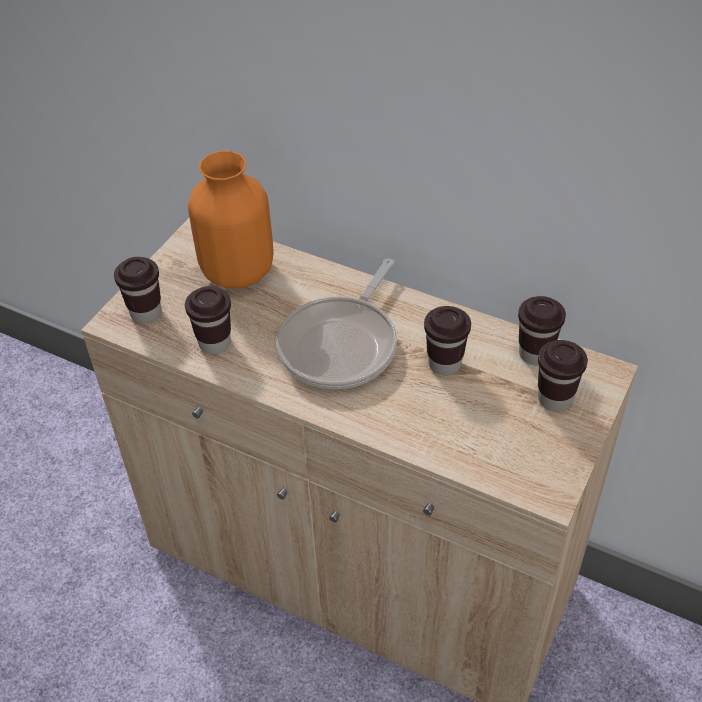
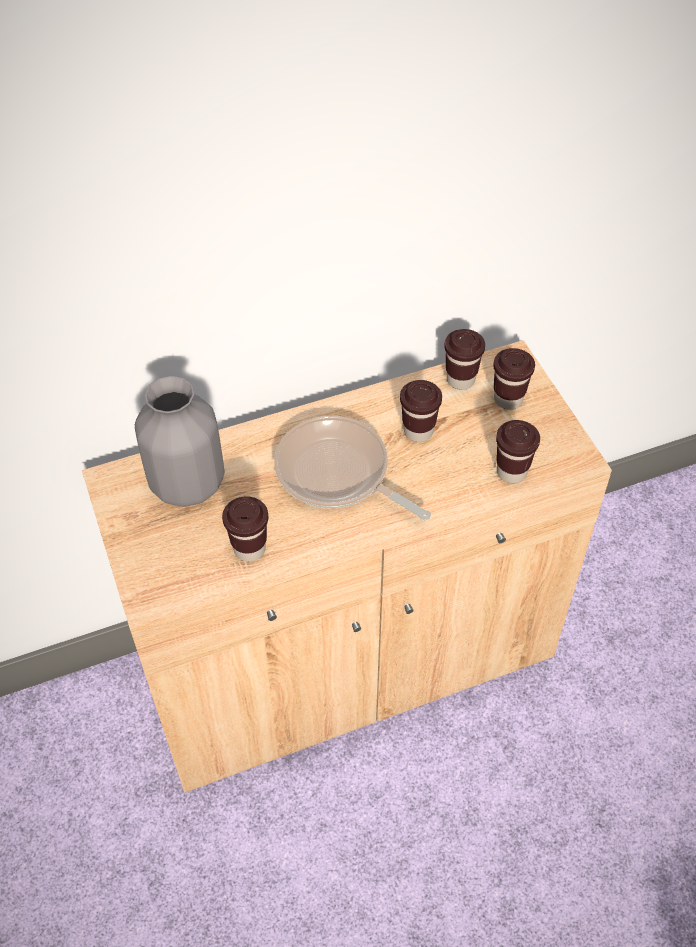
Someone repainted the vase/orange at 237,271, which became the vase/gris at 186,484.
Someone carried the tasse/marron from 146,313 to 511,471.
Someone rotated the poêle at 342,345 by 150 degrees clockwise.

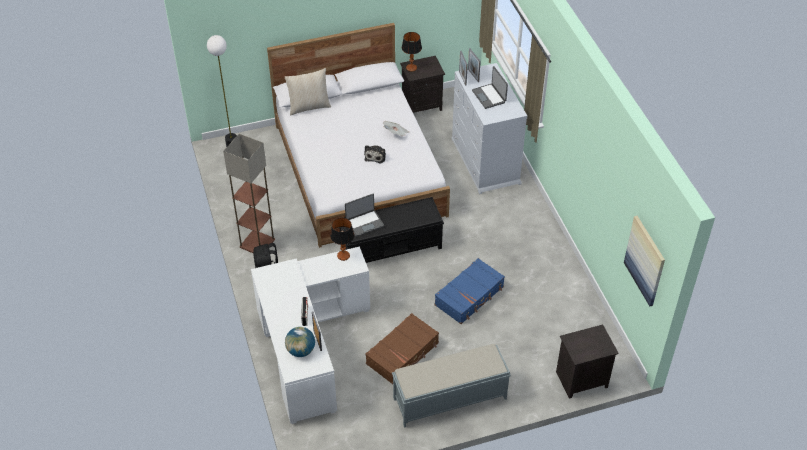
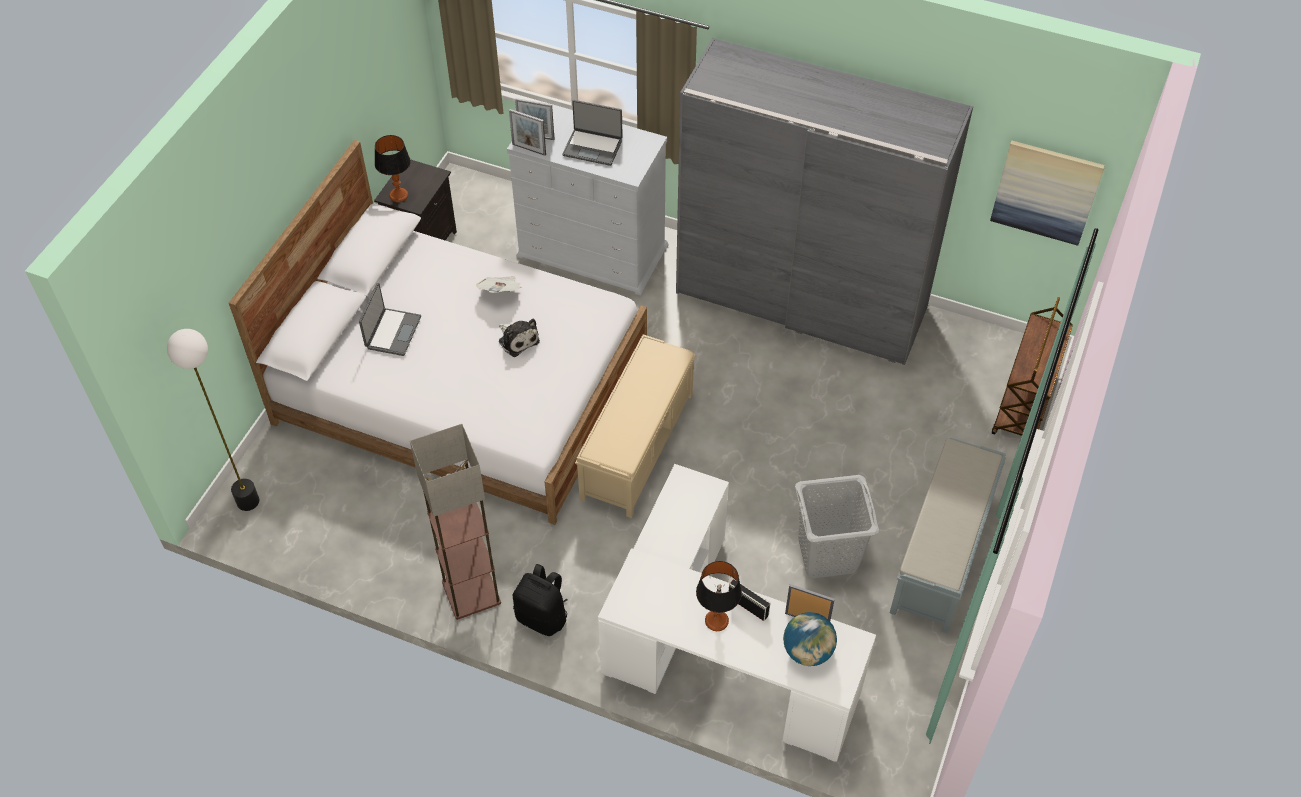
Someone took away the coussin/beige at 309,106.
Someone carried the ordinateur portable from 364,223 to 392,332.
Someone repainted the banc/noir at 392,247, which became the banc/beige at 638,445.
Someone carried the lampe de table from 343,256 to 717,621.
Someone took away the valise/bleu at 469,296.
Someone swapped the valise/marron at 403,354 for the panier à linge/gris at 827,554.
Someone swapped the table de chevet/noir at 581,380 for the chariot/marron at 1024,405.
Someone put down the armoire/gris at 801,301.

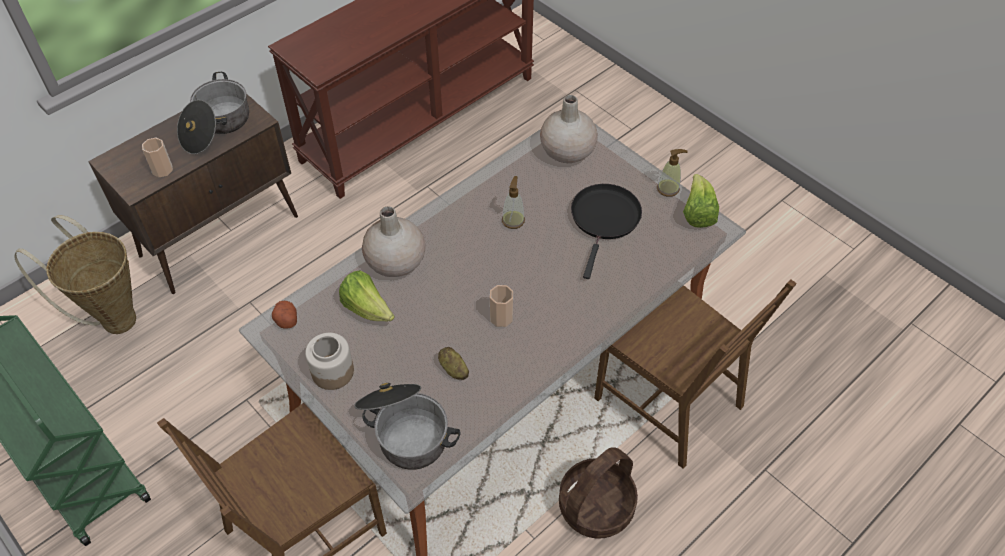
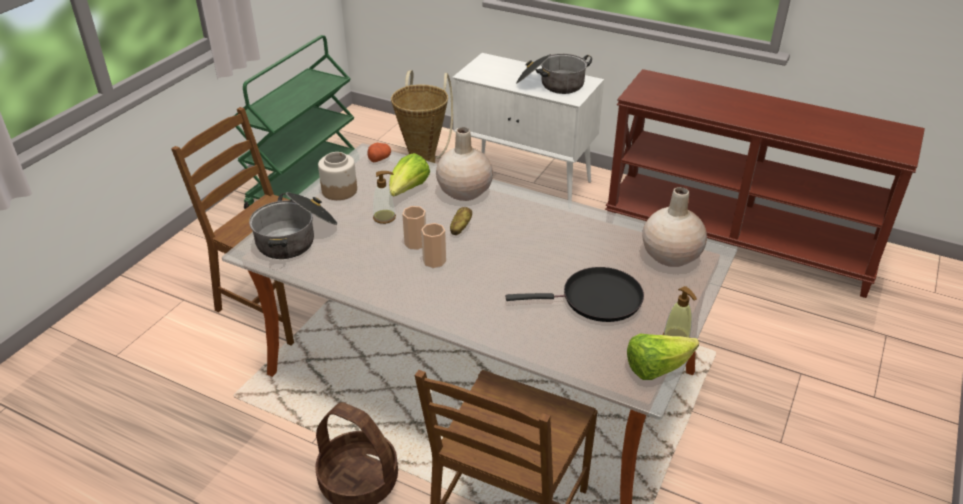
Someone repainted the meuble de rangement/marron at 221,235, which became the meuble de rangement/blanc at 525,180.
Someone carried the tasse from 162,170 to 415,243.
Someone carried the distributeur de savon from 513,220 to 384,217.
Someone carried the pomme de terre from 453,369 to 460,228.

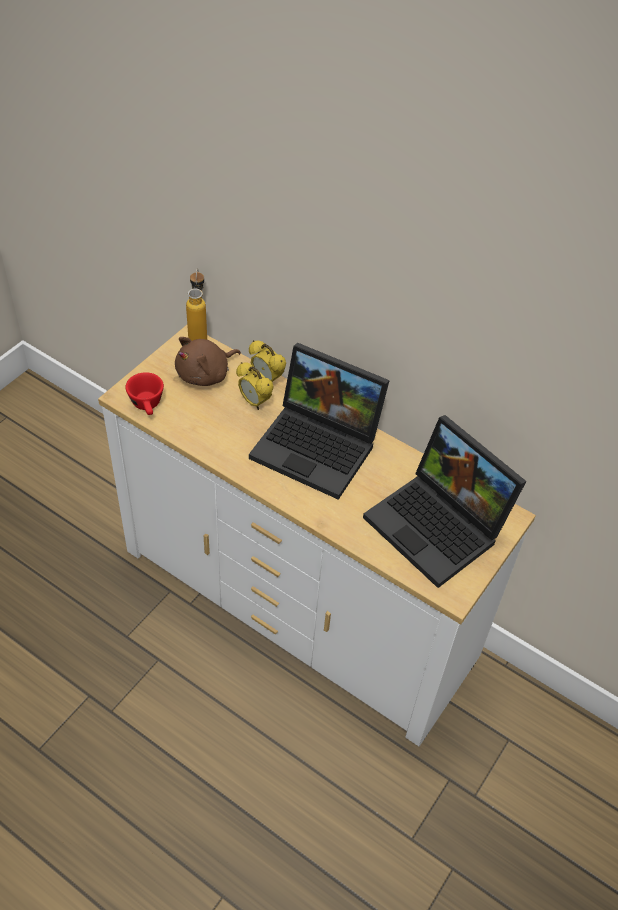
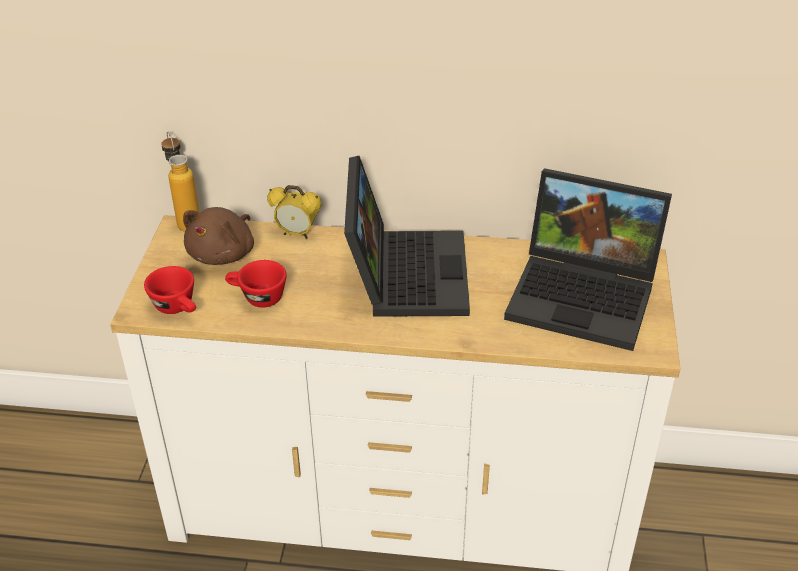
Someone rotated the ordinateur portable at 319,446 by 90 degrees counterclockwise.
Someone took away the réveil at 254,402.
Someone put down the tasse/rouge at 257,297.

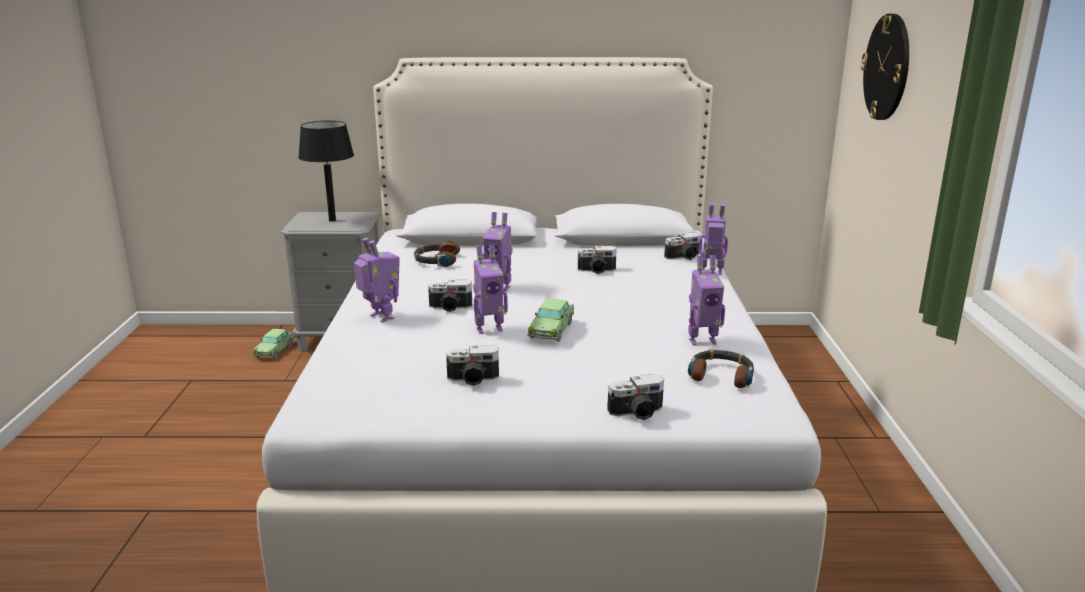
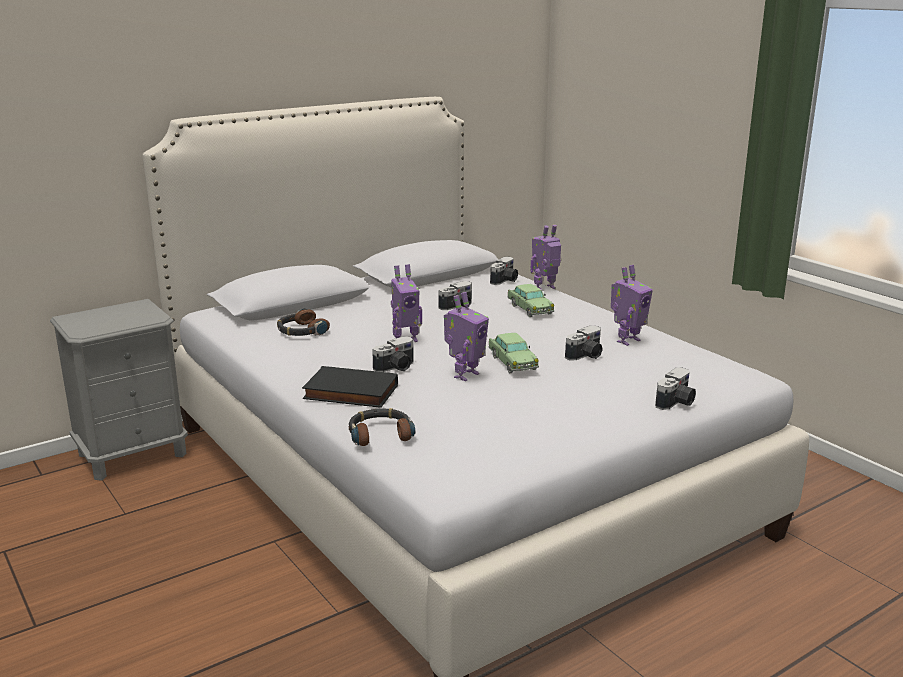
Someone took away the horloge murale at 887,67.
Someone took away the lampe de table/noir at 332,220.
Someone swapped the robot jouet at 380,317 for the livre/noir at 349,393.
Someone carried the petite voiture from 275,350 to 530,309.
Someone carried the appareil photo from 473,379 to 586,356.
Someone carried the casque audio from 721,375 to 380,434.

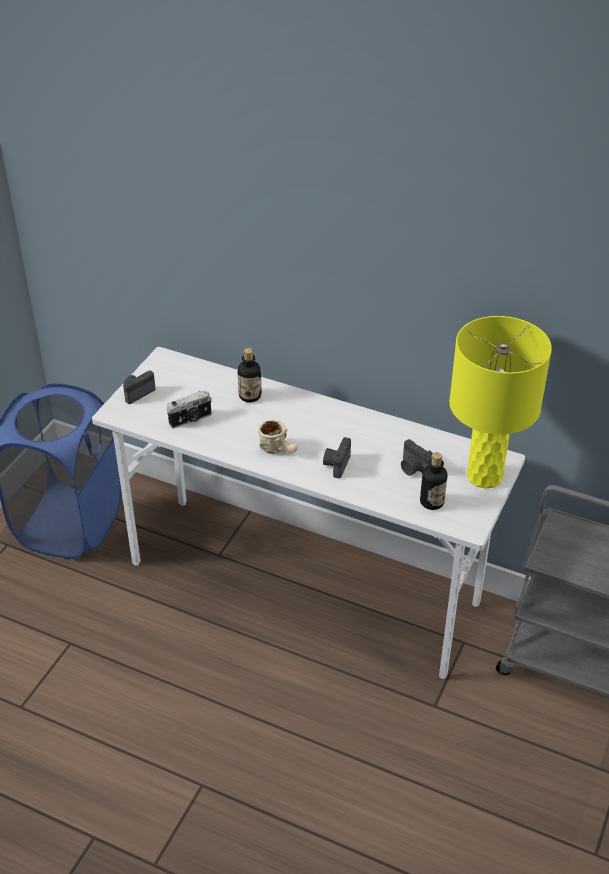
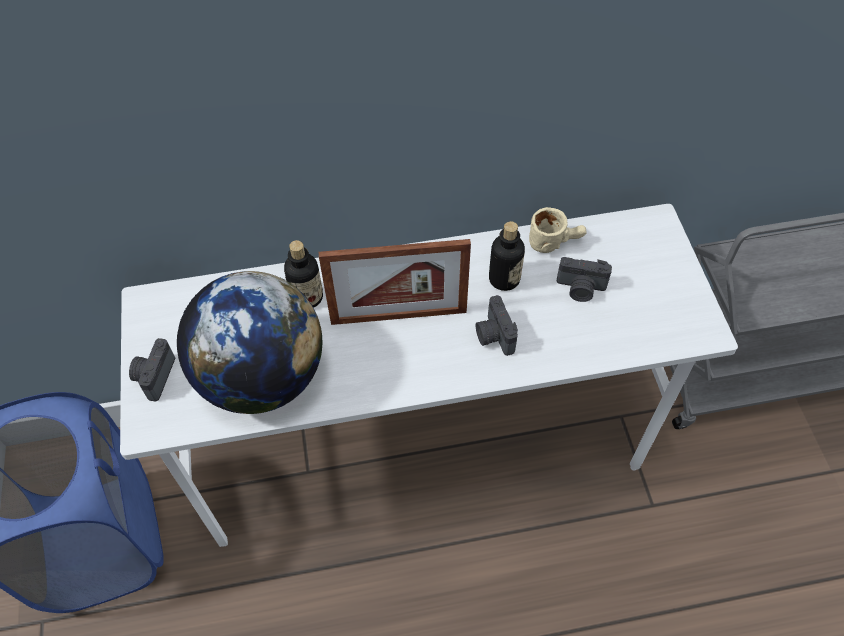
Someone took away the lampe de table/jaune at 484,476.
Someone swapped the appareil photo at 191,420 for the globe at 262,376.
Someone carried the mug/beige from 279,450 to 555,241.
Someone carried the bouteille from 432,502 to 504,279.
Someone put down the cadre photo at 398,316.

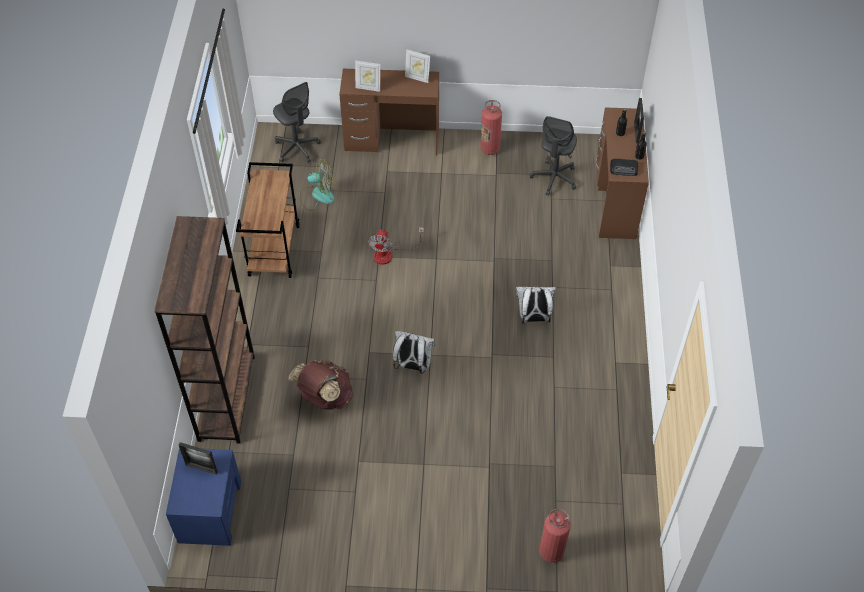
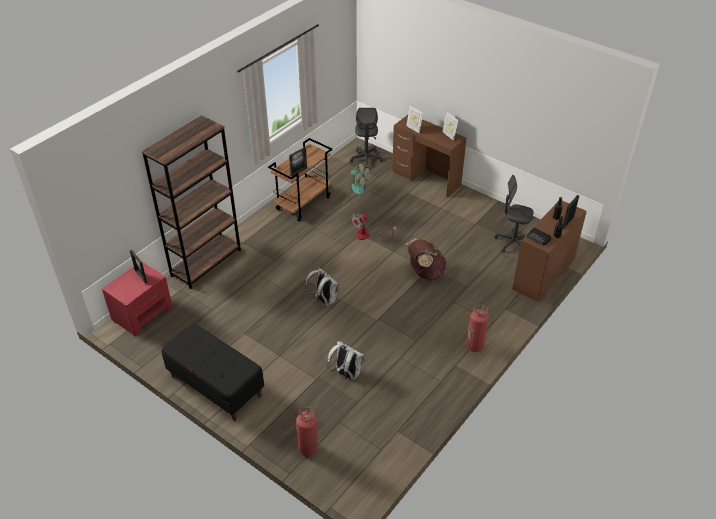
Someone carried the extincteur from 490,149 to 474,346.
Someone rotated the chaise de bureau/gris at 554,178 by 60 degrees clockwise.
Someone carried the sac à dos/blanc from 533,318 to 346,374.
Someone carried the sac à dos/marron from 324,398 to 425,272.
Someone repainted the table de chevet/bleu at 210,510, which became the table de chevet/rouge at 142,313.
Someone put down the cadre photo at 298,172.
Someone put down the banc/noir at 215,386.

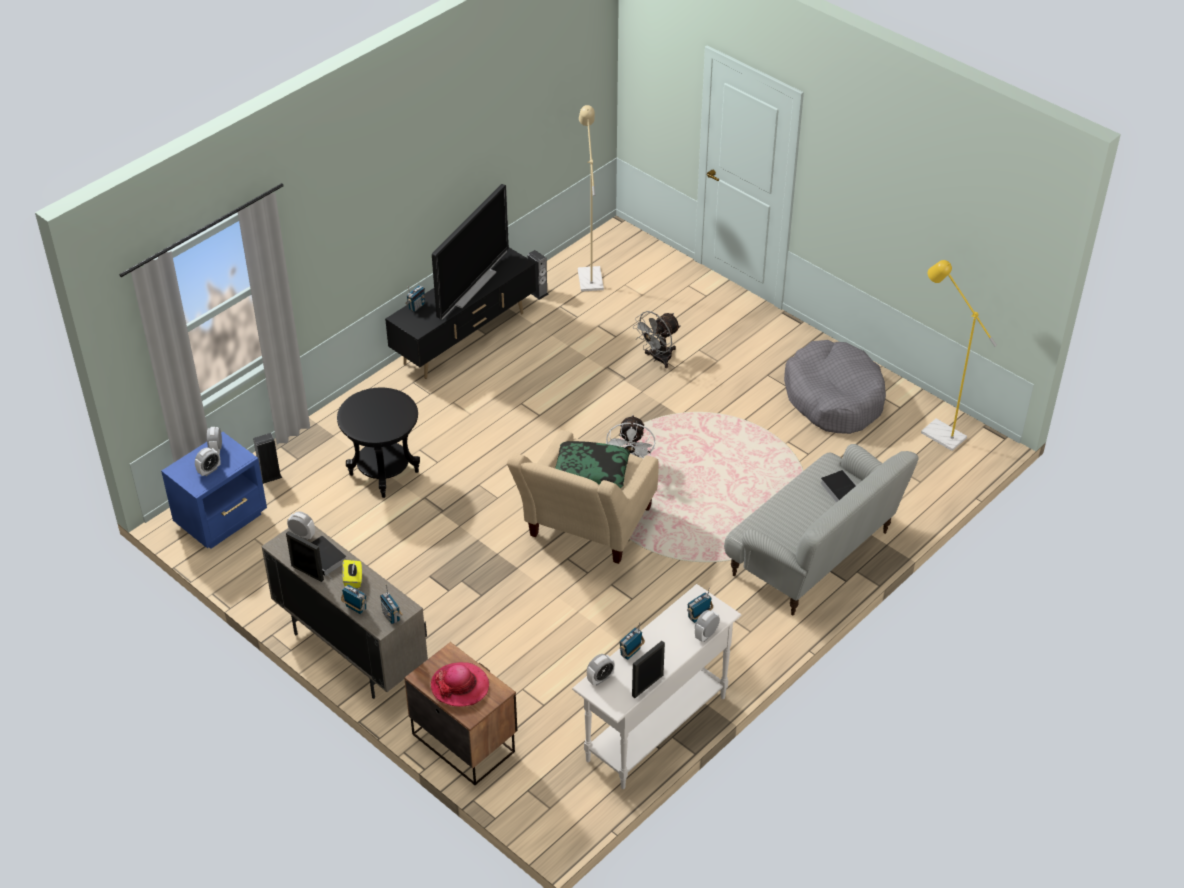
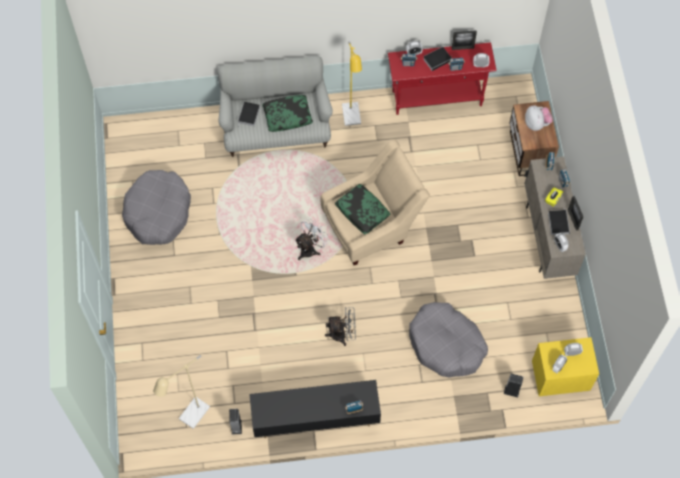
Someone took away the téléviseur at 470,287.
Someone carried the lampadaire/jaune from 937,432 to 352,118.
Someone carried the ventilateur/gris from 657,359 to 342,335.
Someone swapped the table d'appoint/noir at 384,473 for the panier pour chien/gris at 446,344.
Someone repainted the table de chevet/bleu at 223,520, which became the table de chevet/jaune at 559,376.
Someone repainted the table console/blanc at 655,728, which became the table console/rouge at 437,98.
Someone swapped the chapeau at 460,686 for the peluche at 536,124.
Someone put down the livre at 438,59.
Someone put down the coussin at 287,116.

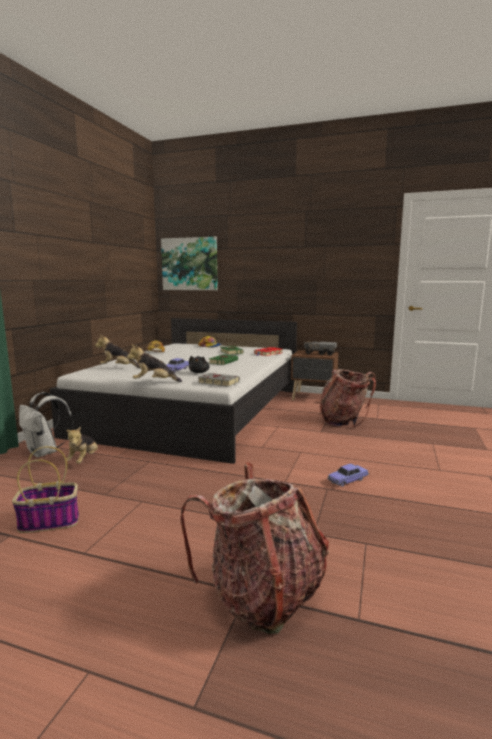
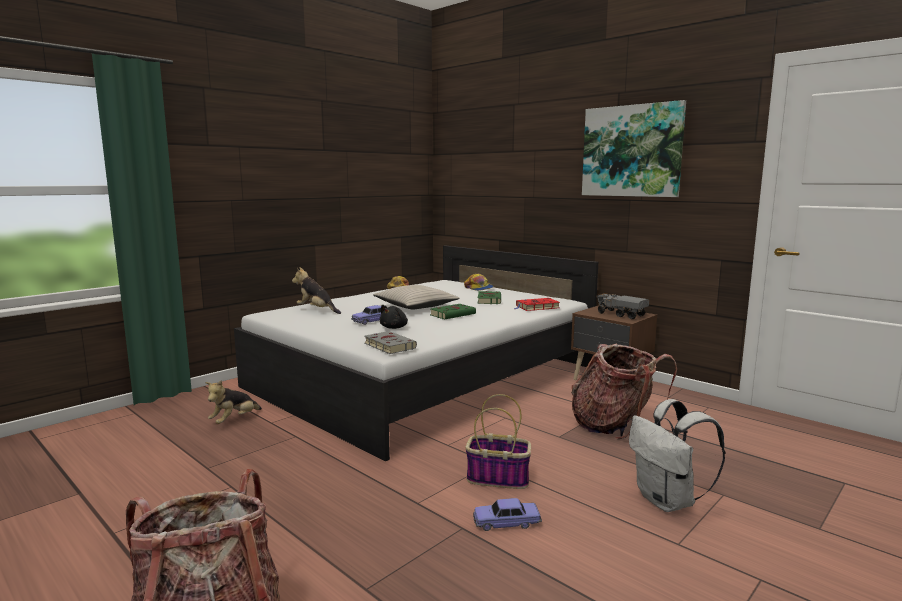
Someone carried the tableau from 189,264 to 631,151.
Someone took away the peluche at 154,382.
Someone carried the sac à dos/blanc from 45,452 to 668,501.
Someone carried the panier from 50,522 to 499,478.
Someone put down the coussin/beige at 415,306.

